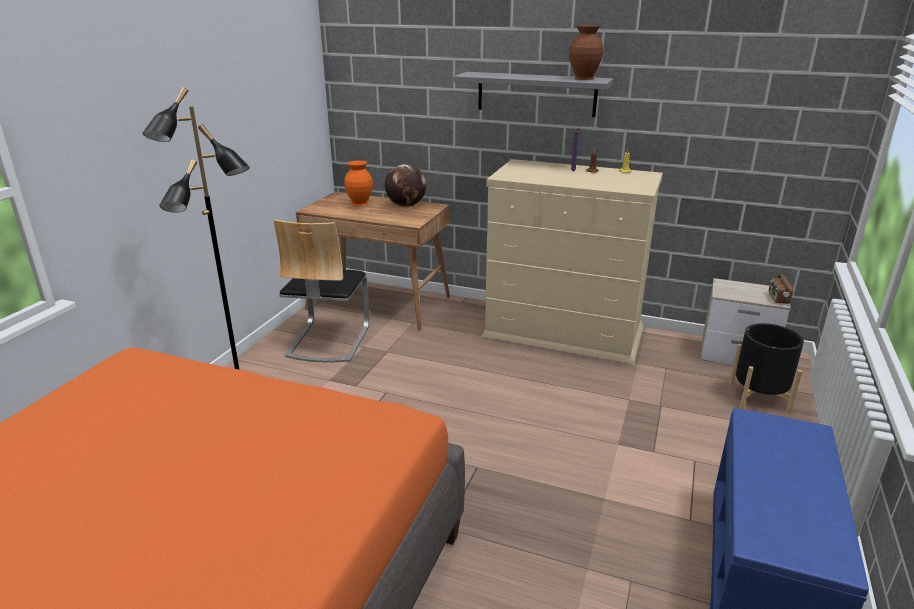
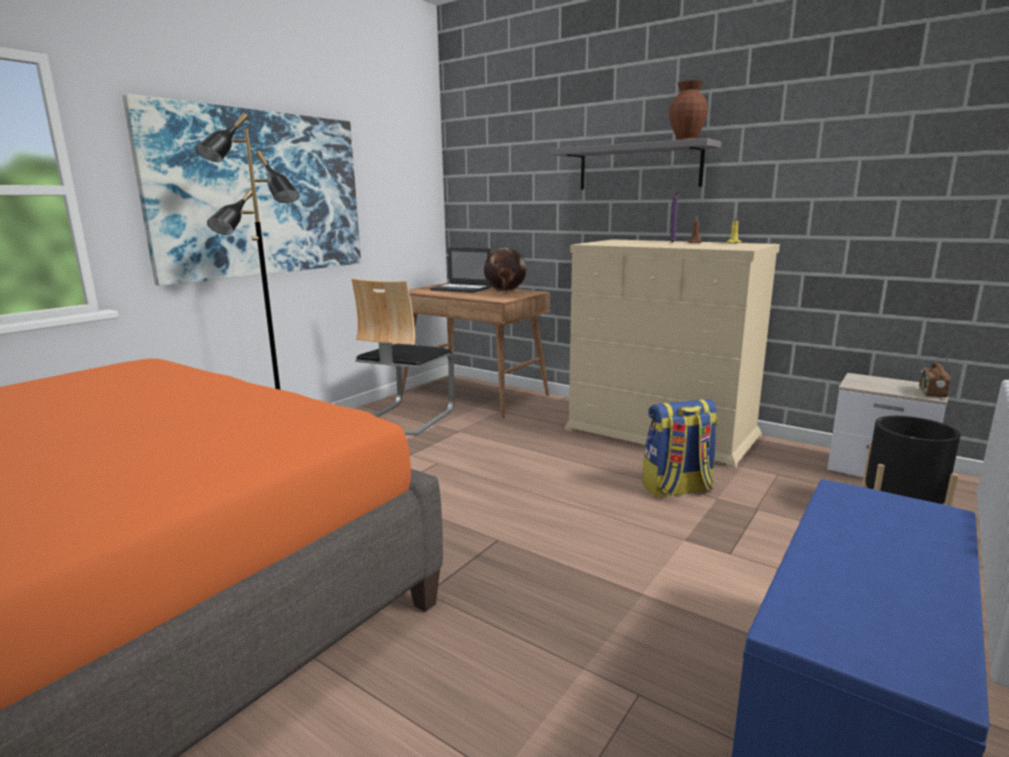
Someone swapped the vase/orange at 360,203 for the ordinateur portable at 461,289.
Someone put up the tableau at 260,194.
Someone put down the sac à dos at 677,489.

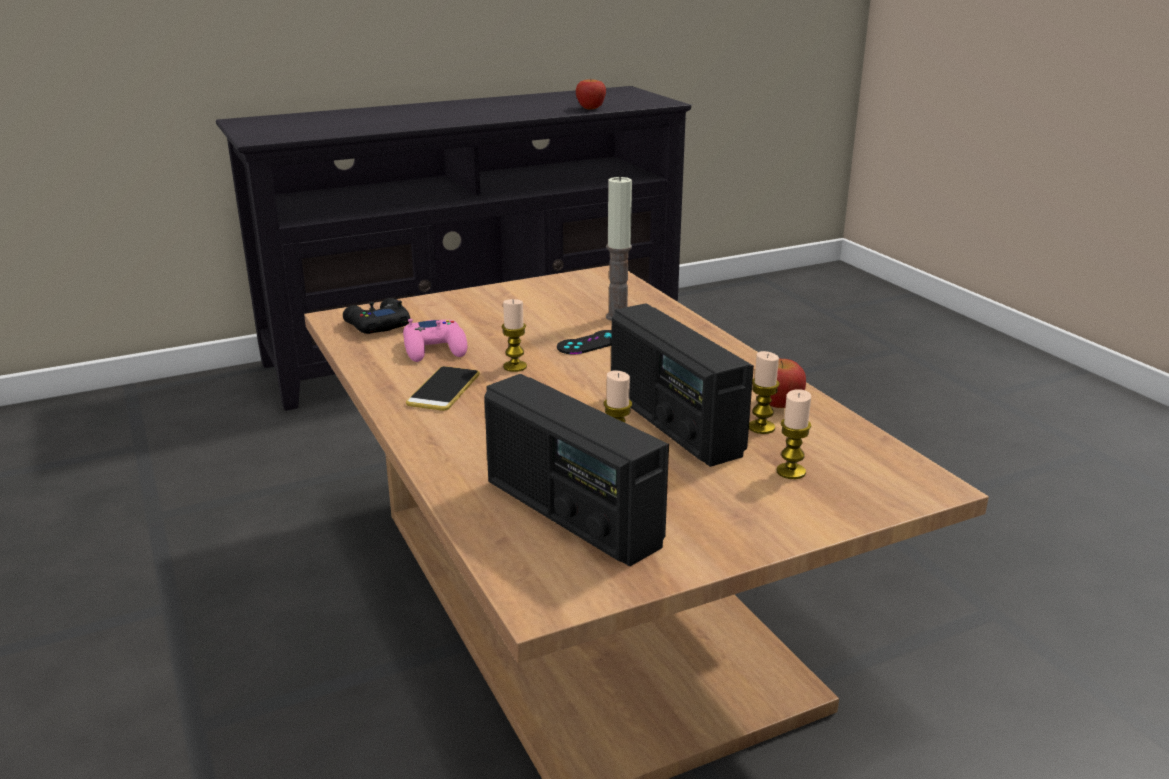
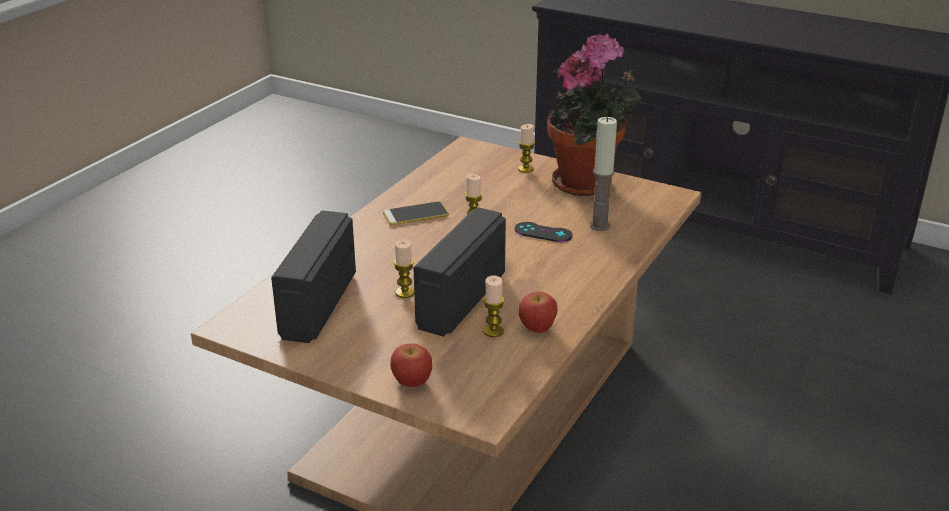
Someone carried the pomme from 590,108 to 411,382.
Someone took away the manette/noir at 377,325.
Someone took away the manette/rose at 435,348.
Someone carried the bougie from 791,472 to 526,169.
Someone put down the plante en pot at 587,184.

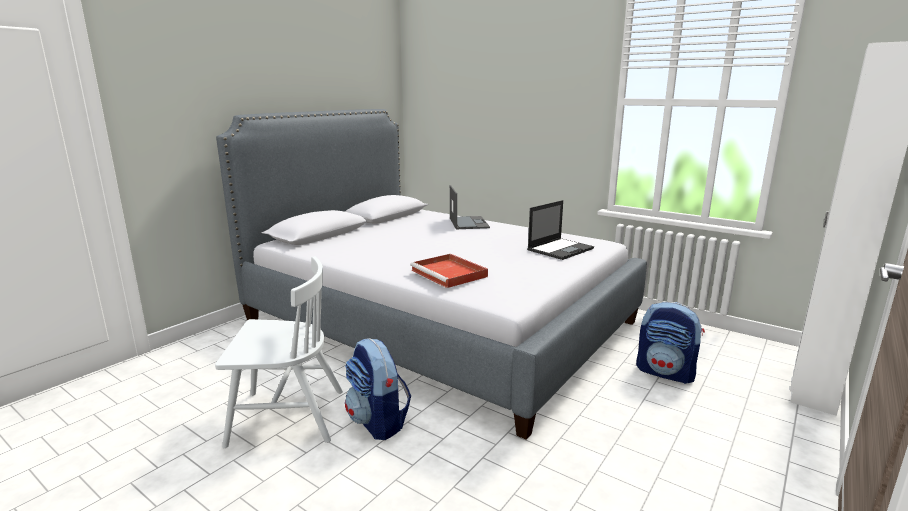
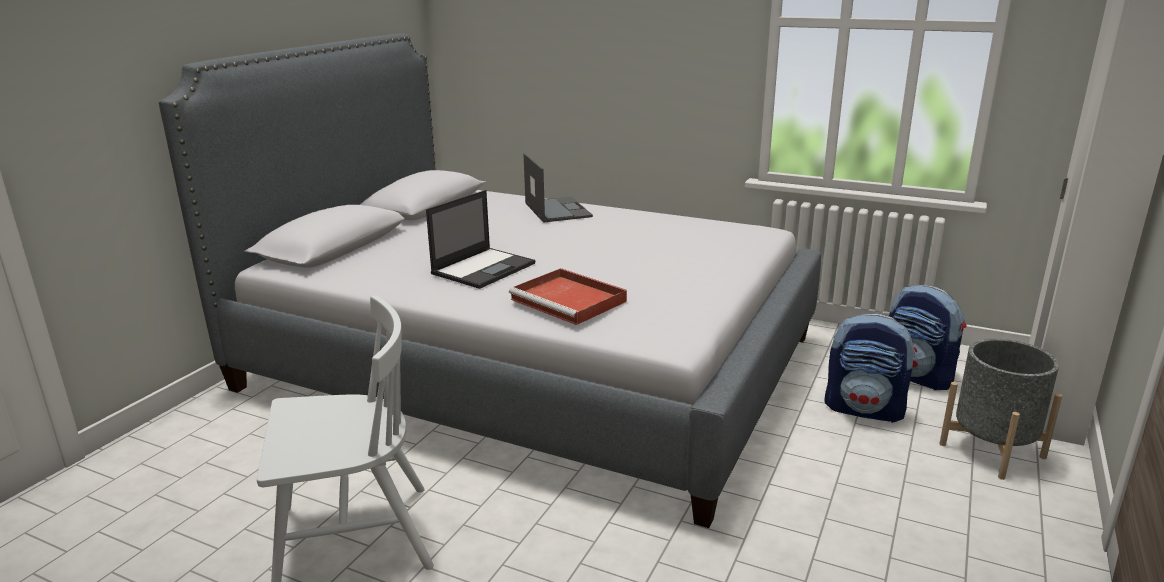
Someone carried the ordinateur portable from 560,249 to 484,268.
Someone carried the sac à dos from 378,422 to 918,376.
Someone put down the cache-pot/gris at 992,450.

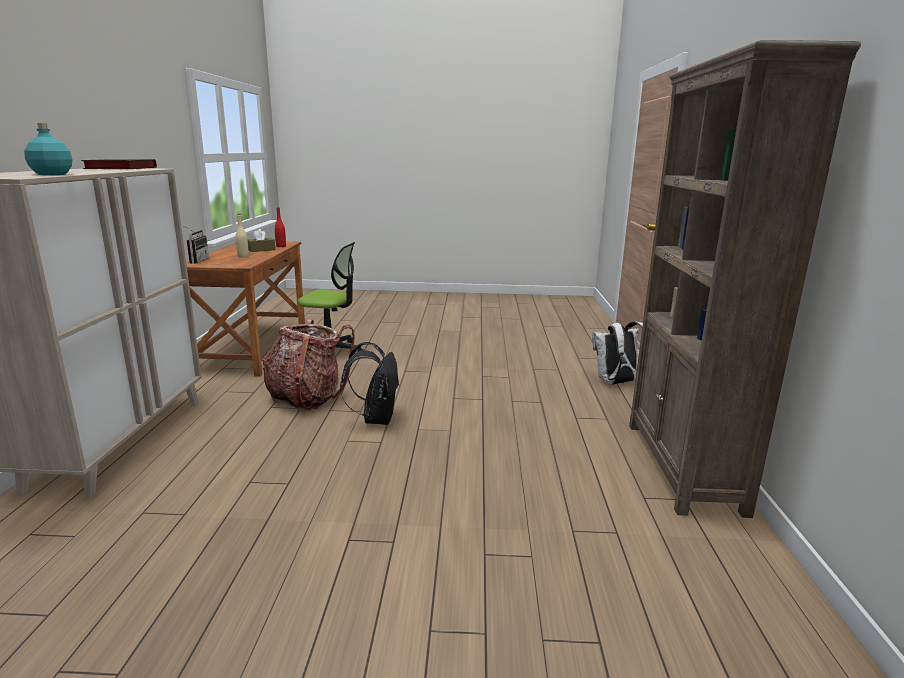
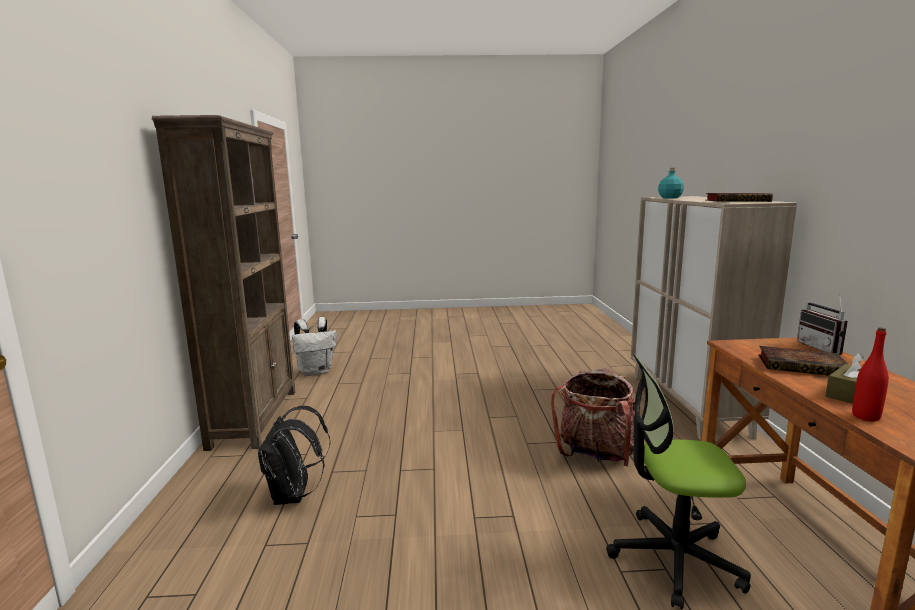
Someone swapped the bouteille/beige at 243,256 for the livre at 803,366.
Someone carried the sac à dos/blanc from 617,383 to 316,371.
Someone carried the sac à dos/noir from 376,418 to 294,496.

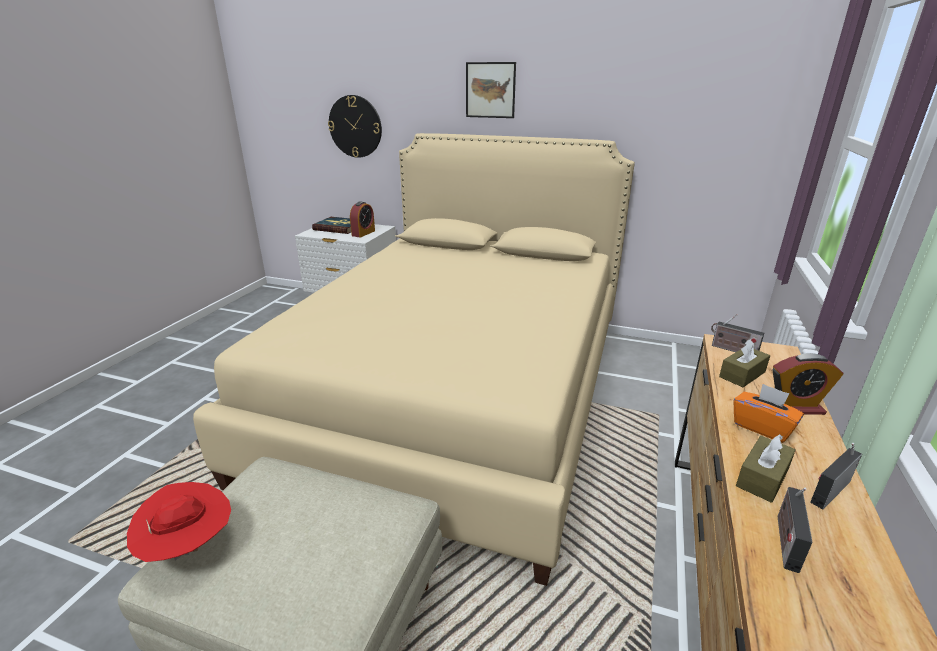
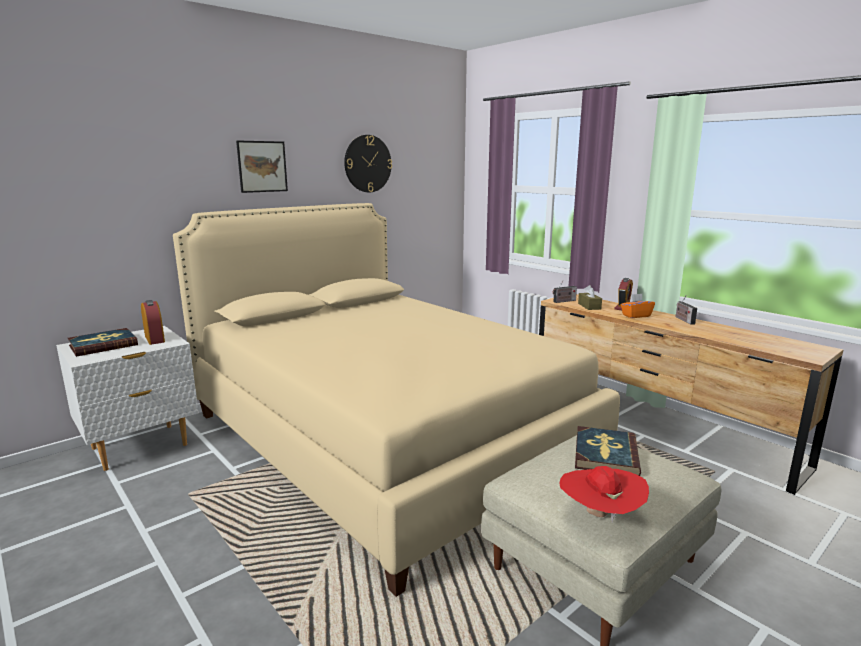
Someone carried the horloge murale from 355,126 to 367,163.
Someone took away the boîte à mouchoirs/marron at 762,478.
Someone took away the radio at 785,540.
Someone put down the livre at 605,454.

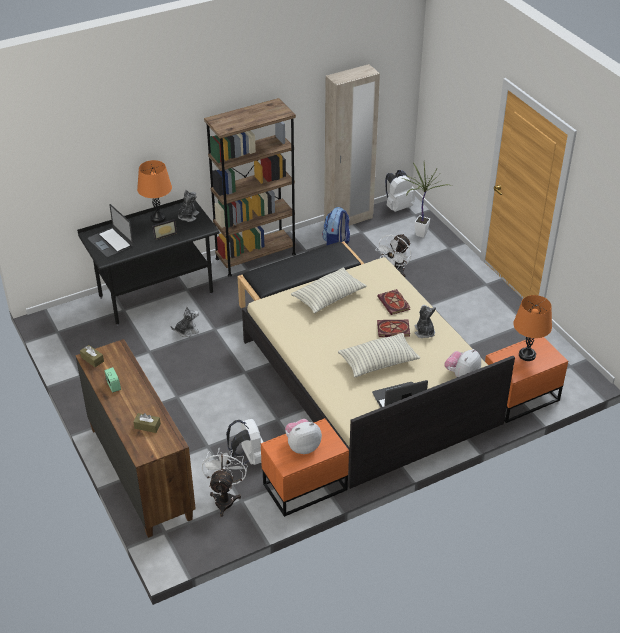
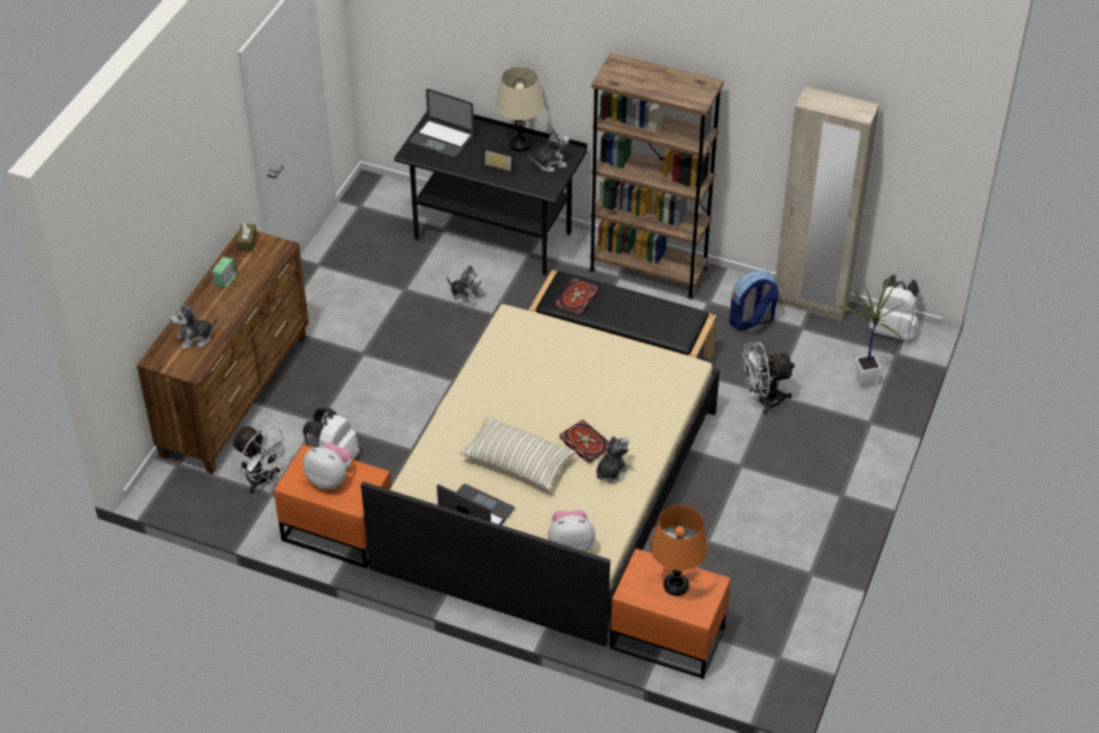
Someone repainted the lampe de table/orange at 158,218, which became the lampe de table/beige at 520,144.
Someone rotated the ordinateur portable at 110,242 by 75 degrees counterclockwise.
Someone took away the coussin at 328,297.
Someone carried the livre from 394,303 to 576,299.
Someone swapped the boîte à mouchoirs/marron at 147,426 for the peluche at 195,338.
Someone rotated the ventilateur/blanc at 225,498 by 75 degrees clockwise.

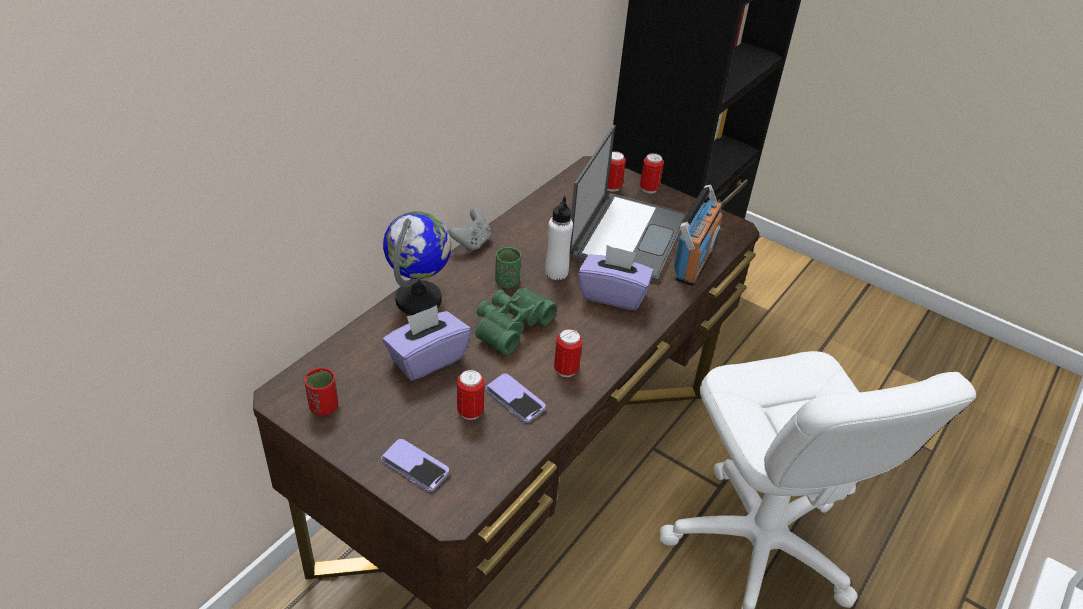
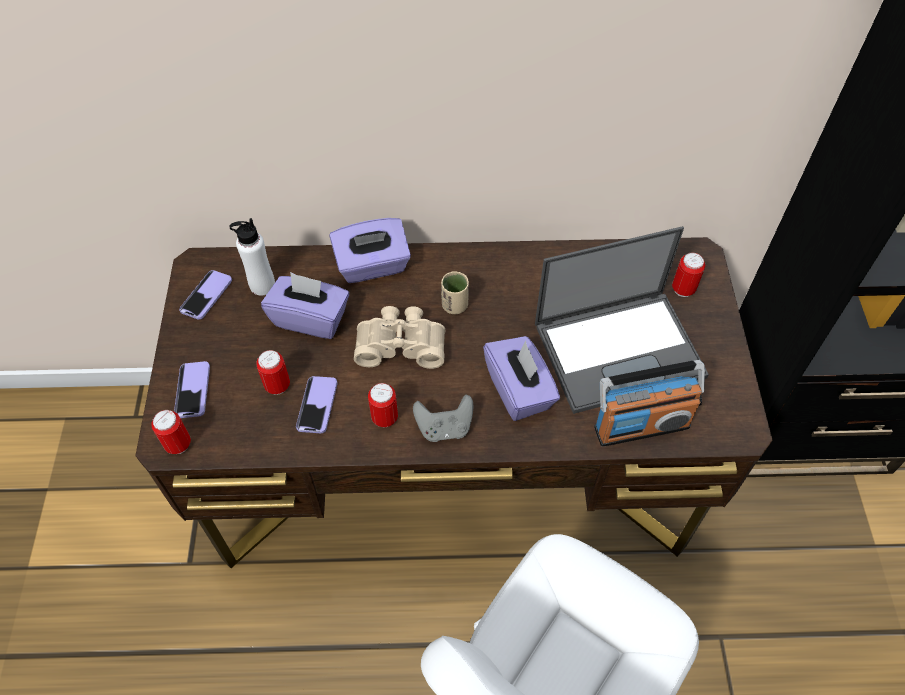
Someone carried the boîte métallique from 649,189 to 178,444.
Someone carried the bouteille/blanc from 556,272 to 262,285.
Someone carried the manette/gris from 472,243 to 444,427.
Someone swapped the globe at 419,300 for the boîte à mouchoirs/violet at 372,266.
Someone repainted the tasse/vert at 507,282, which became the tasse/beige at 454,305.
Someone repainted the jumelles/vert at 509,326, which became the jumelles/beige at 401,344.
Someone swapped the tasse/rouge at 324,407 for the téléphone at 206,296.

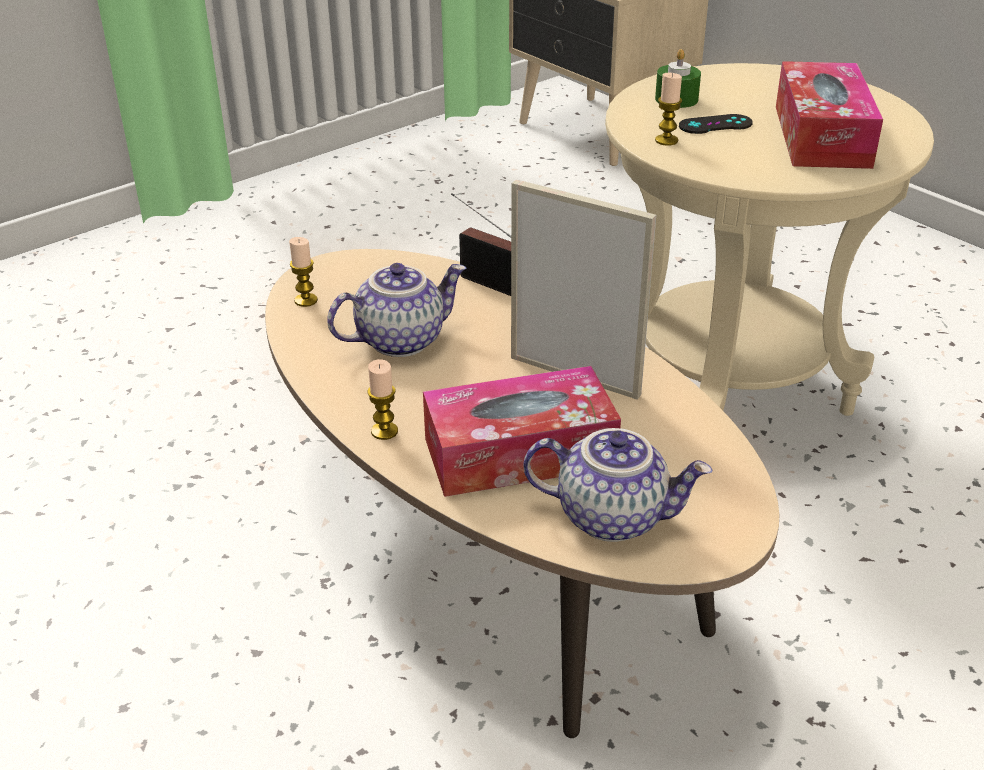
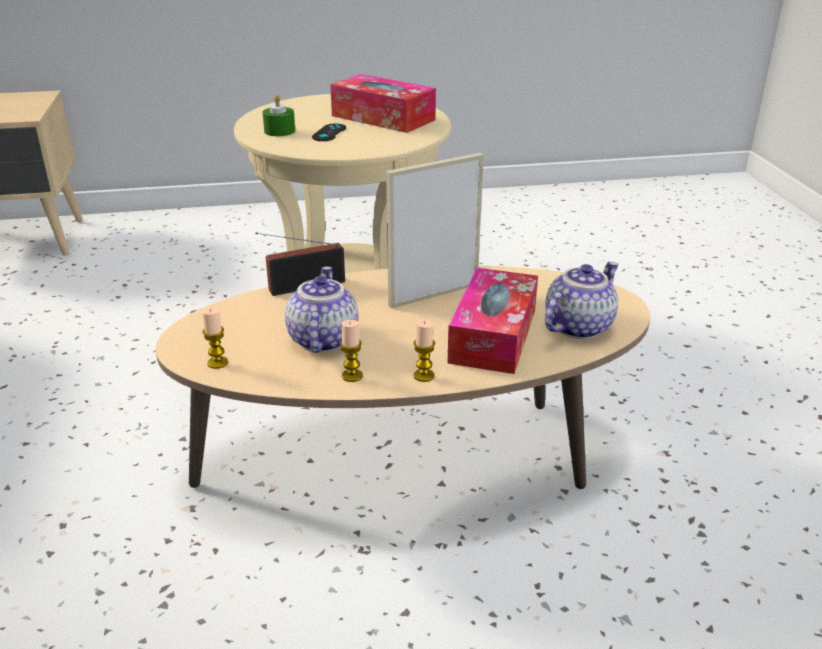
Someone carried the bougie from 666,140 to 352,376.

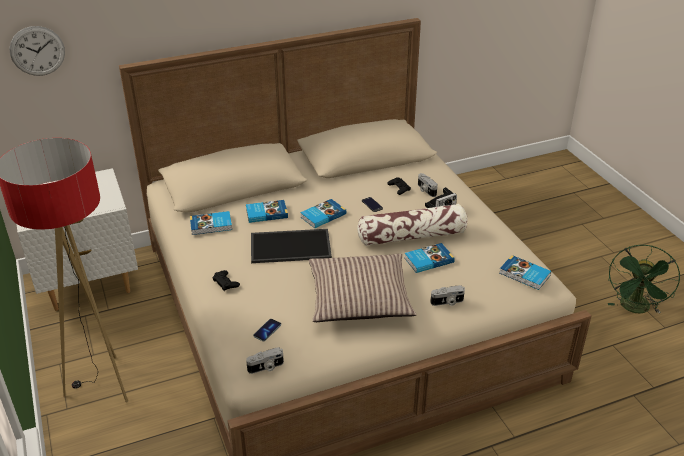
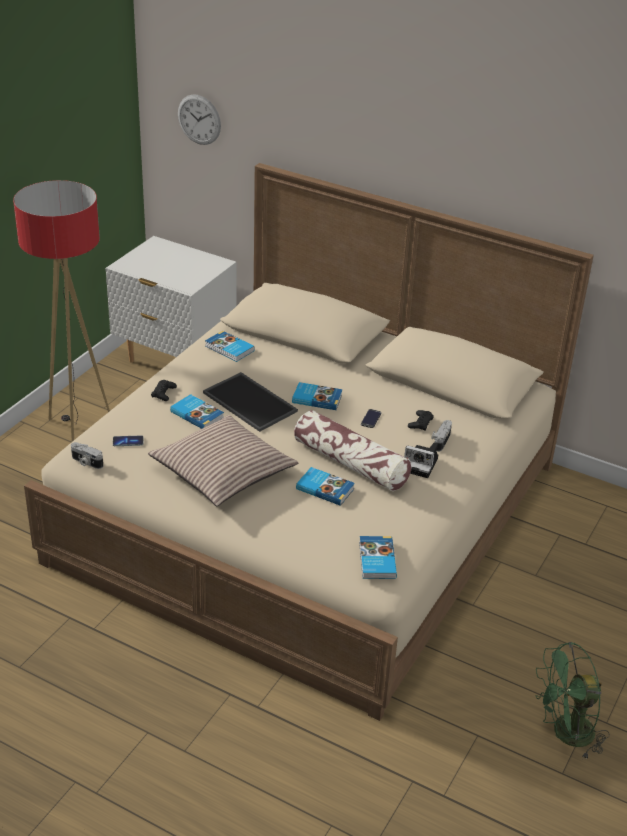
Someone carried the livre from 266,213 to 197,414.
Someone took away the appareil photo at 447,302.

